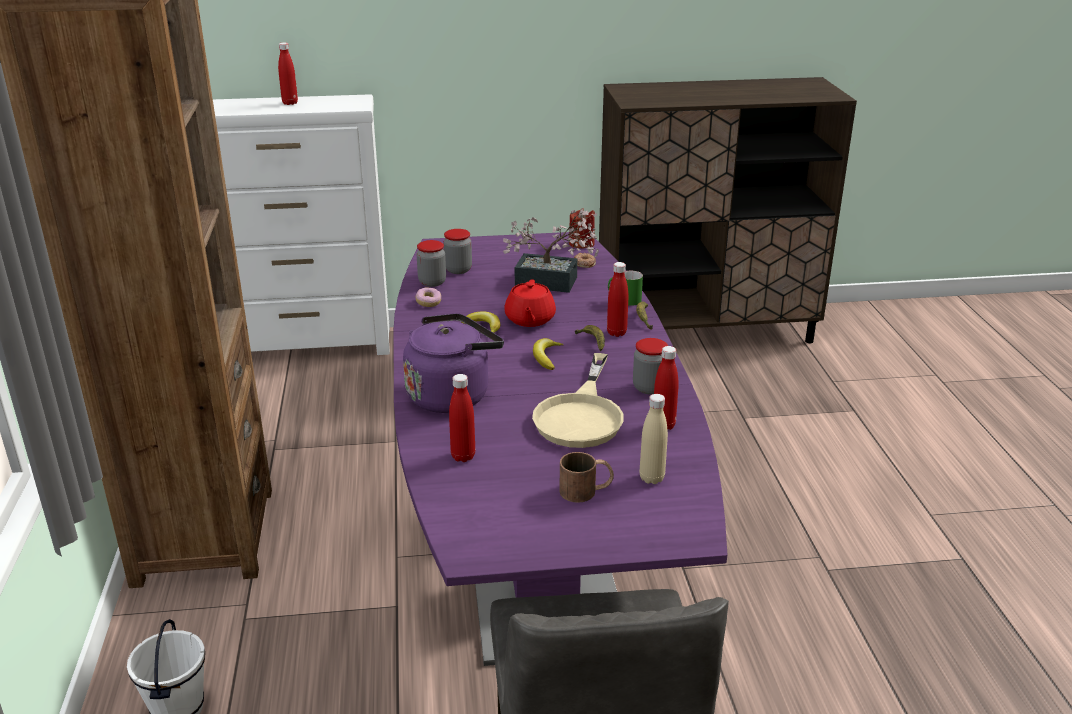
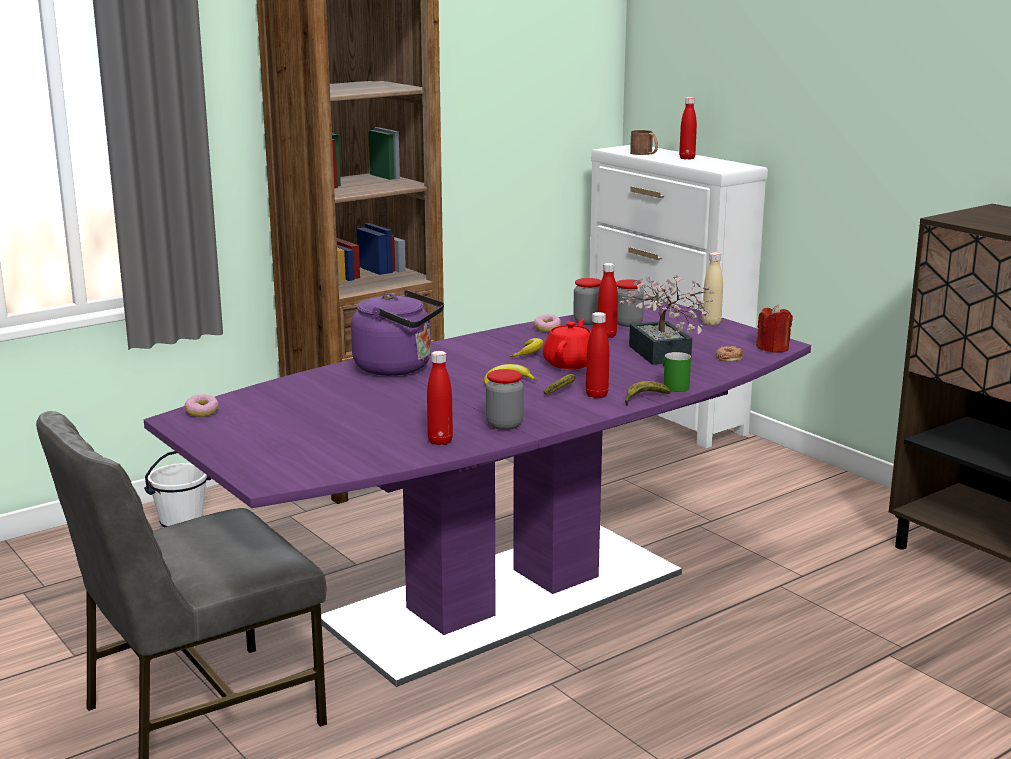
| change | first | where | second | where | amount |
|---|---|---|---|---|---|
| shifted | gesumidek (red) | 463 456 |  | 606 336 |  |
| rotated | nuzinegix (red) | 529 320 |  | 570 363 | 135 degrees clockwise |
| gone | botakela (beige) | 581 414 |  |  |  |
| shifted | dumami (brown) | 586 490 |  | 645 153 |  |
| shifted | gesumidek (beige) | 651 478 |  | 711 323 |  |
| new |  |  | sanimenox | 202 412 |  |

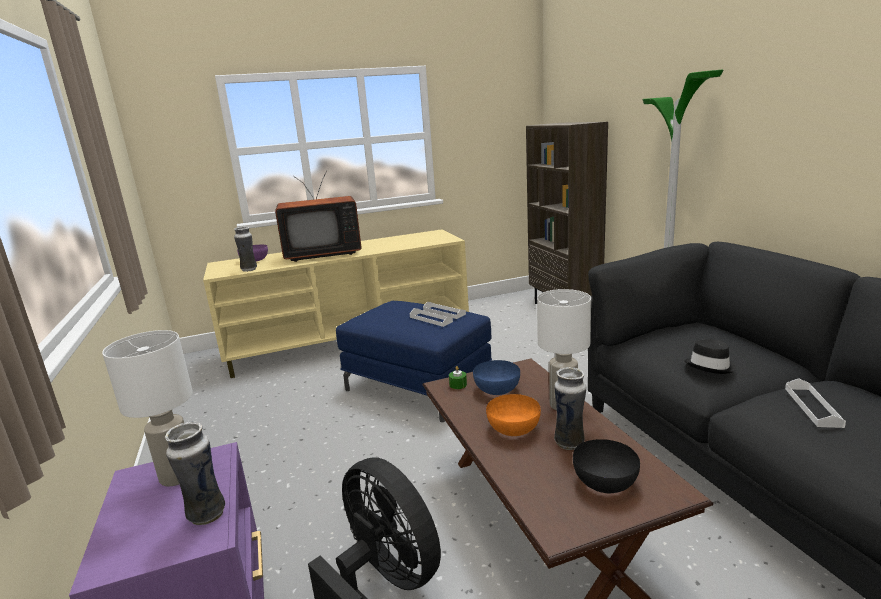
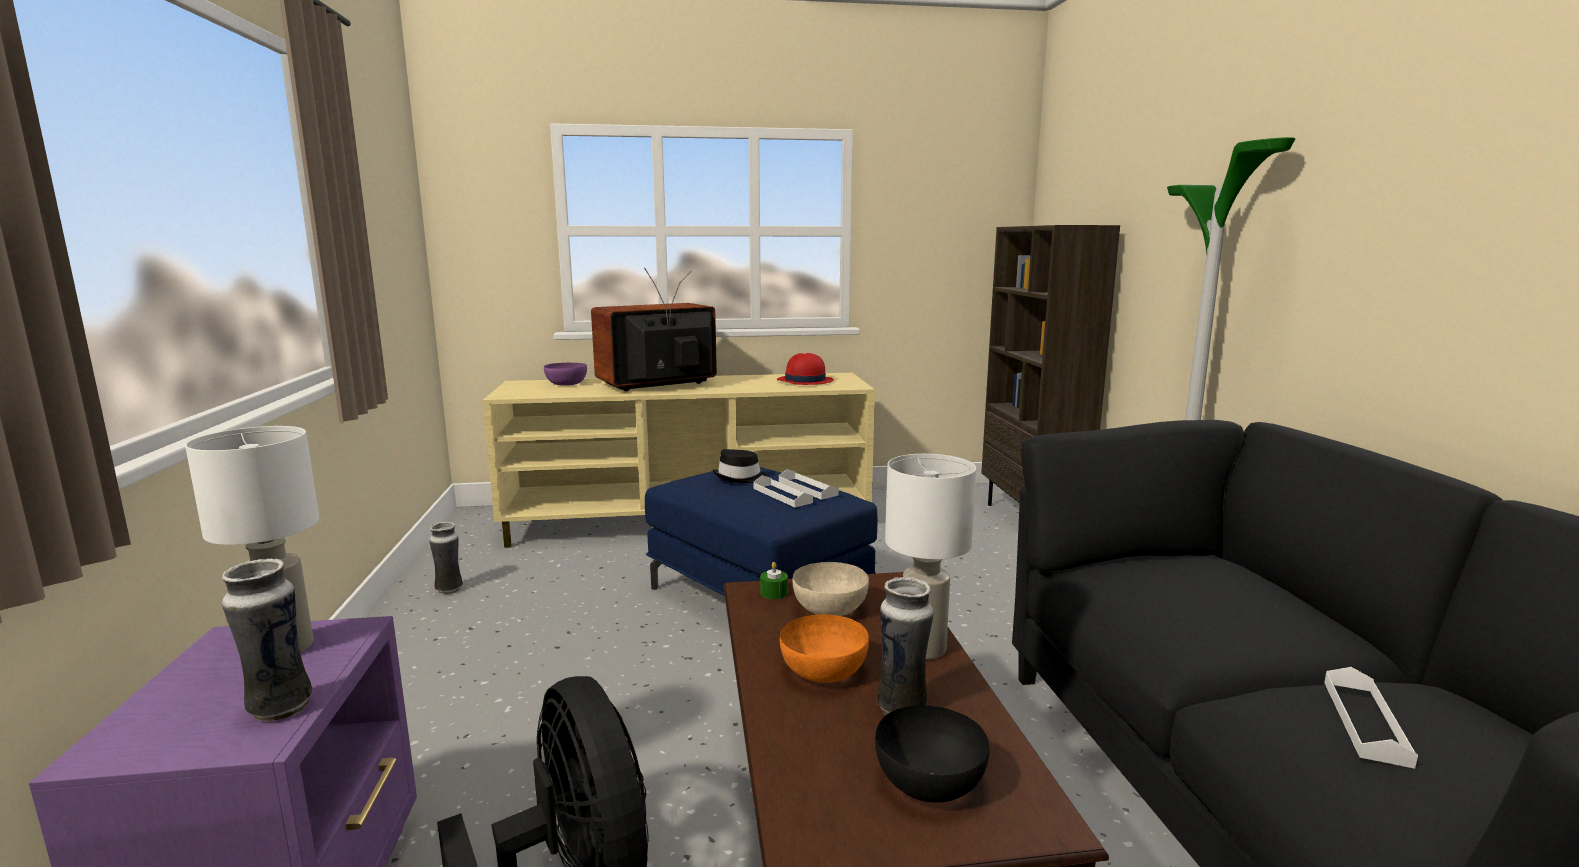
| change | first | where | second | where | amount |
|---|---|---|---|---|---|
| shifted | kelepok | 249 270 |  | 449 590 |  |
| rotated | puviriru | 322 254 |  | 661 385 | 150 degrees clockwise |
| repainted | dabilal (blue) | 496 389 | dabilal (beige) | 830 608 |  |
| shifted | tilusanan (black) | 711 366 |  | 740 478 |  |
| new |  |  | tilusanan (red) | 804 381 |  |

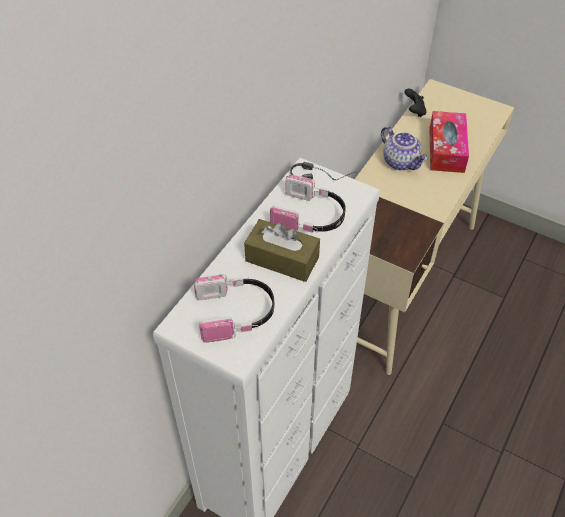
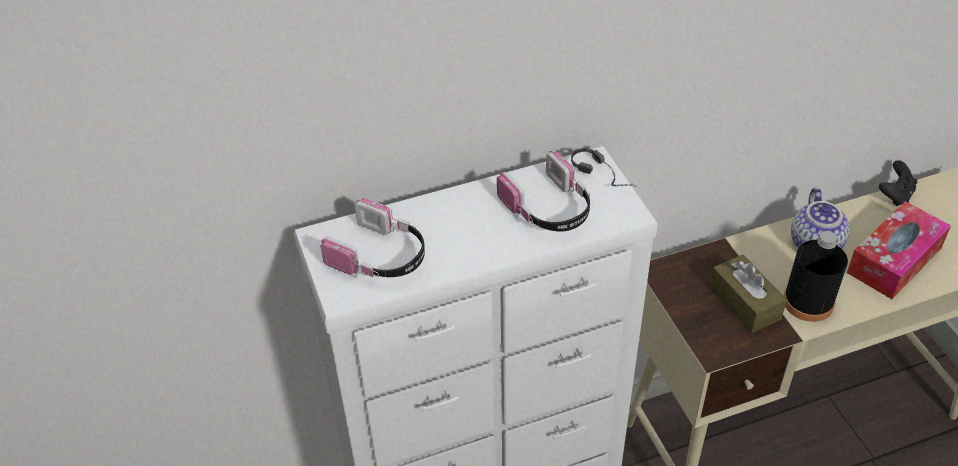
| change | first | where | second | where | amount |
|---|---|---|---|---|---|
| shifted | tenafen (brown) | 282 259 |  | 744 303 |  |
| new |  |  | gesumidek (black) | 808 302 |  |

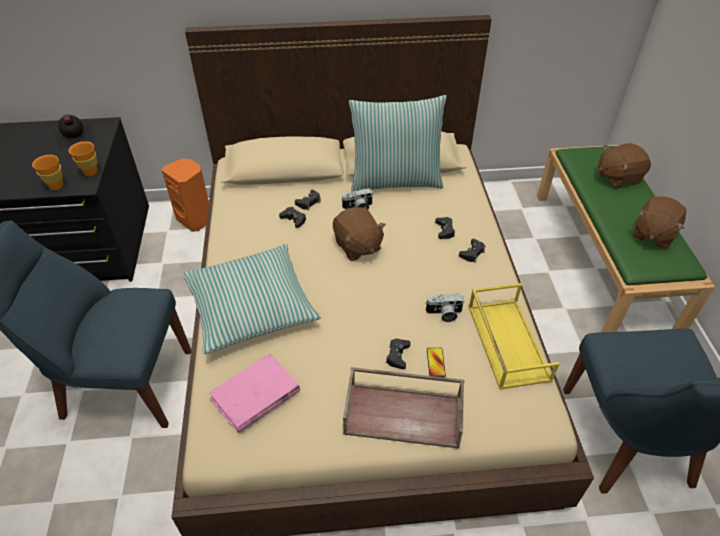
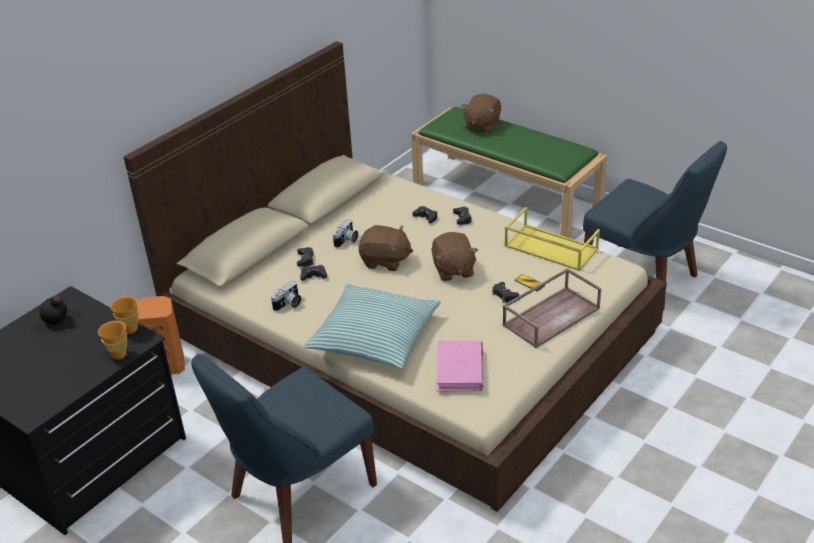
| change | first | where | second | where | amount |
|---|---|---|---|---|---|
| gone | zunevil | 395 180 |  |  |  |
| shifted | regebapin | 444 314 |  | 288 304 |  |
| shifted | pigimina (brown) | 653 234 |  | 453 270 |  |

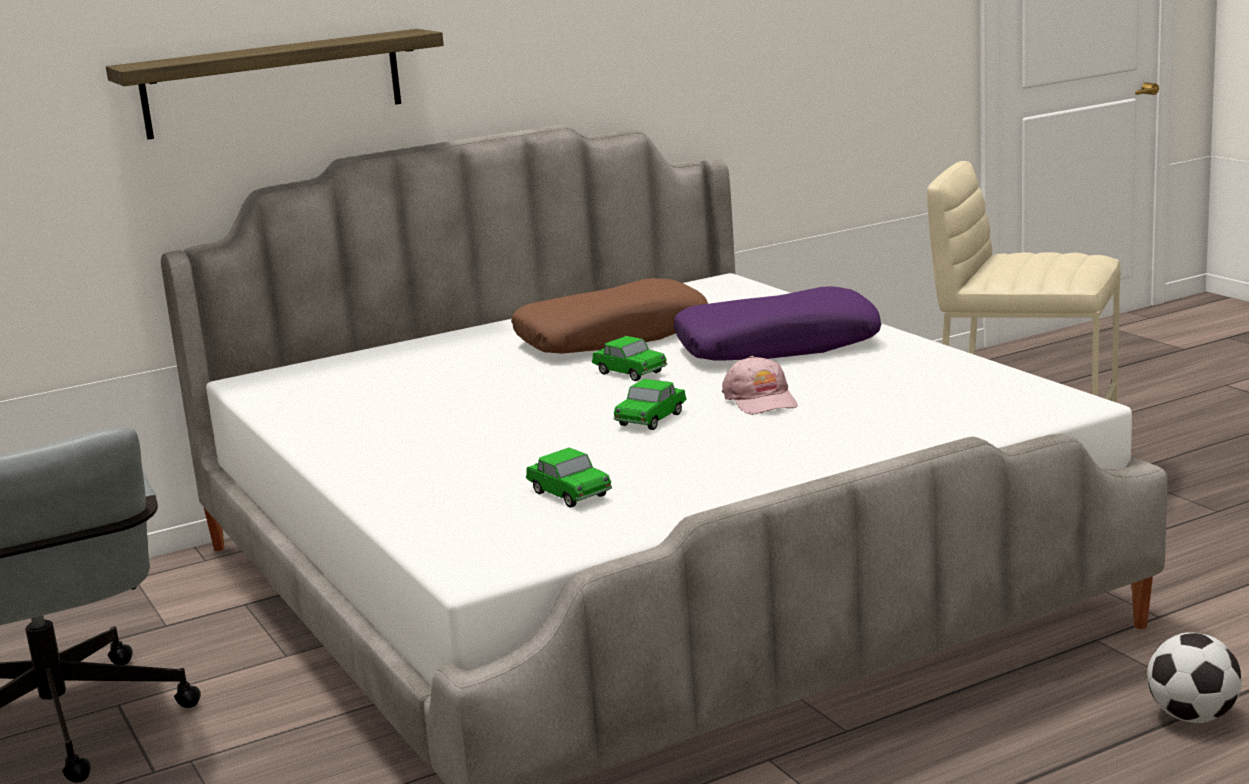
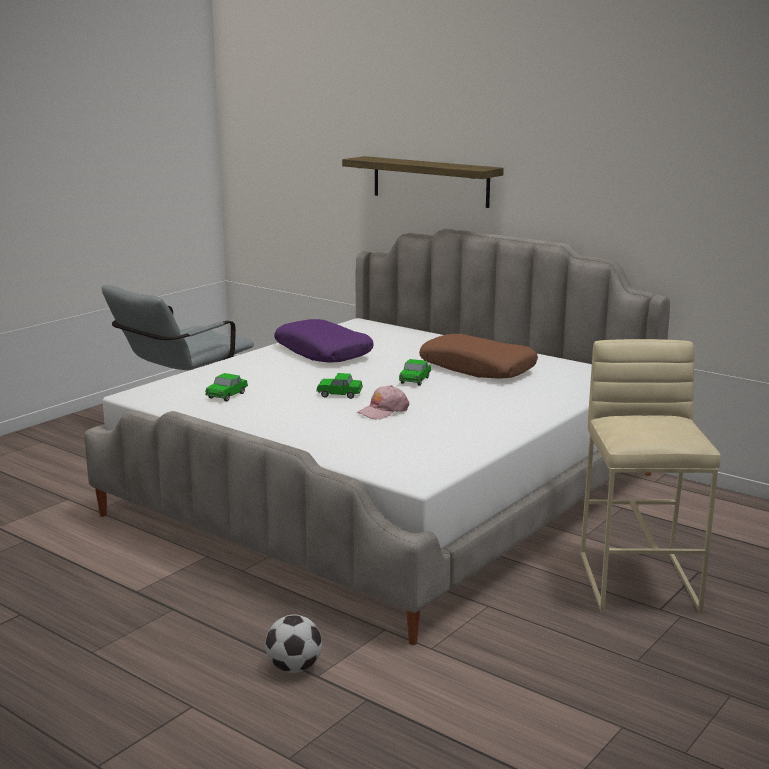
| change | first | where | second | where | amount |
|---|---|---|---|---|---|
| shifted | zunevil (purple) | 777 346 |  | 324 352 |  |

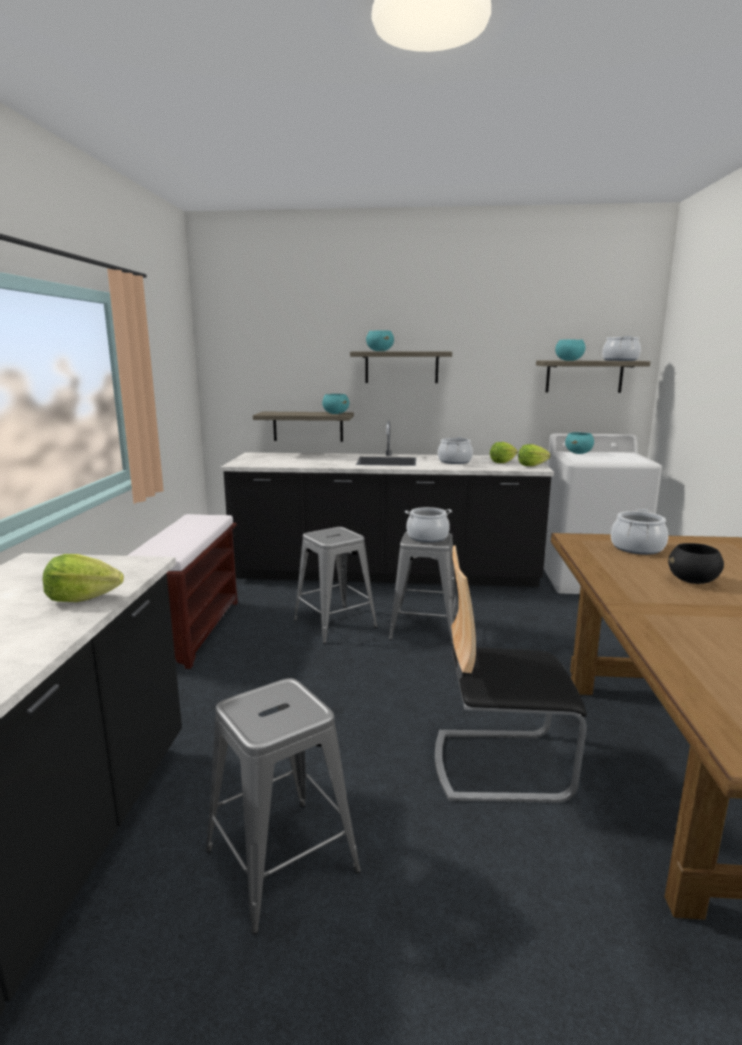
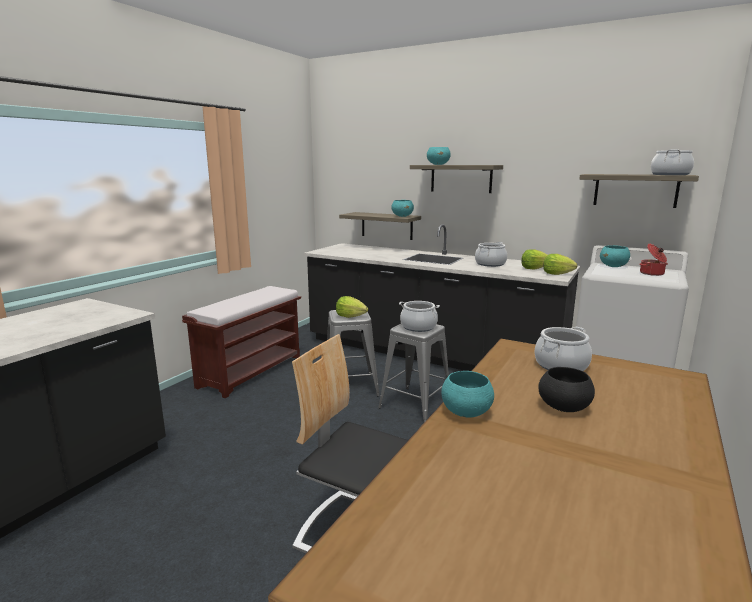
| change | first | where | second | where | amount |
|---|---|---|---|---|---|
| shifted | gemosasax | 82 598 |  | 350 316 |  |
| gone | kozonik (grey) | 281 860 |  |  |  |
| shifted | dabilal (turquoise) | 569 360 |  | 465 412 |  |
| new |  |  | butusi | 652 273 |  |

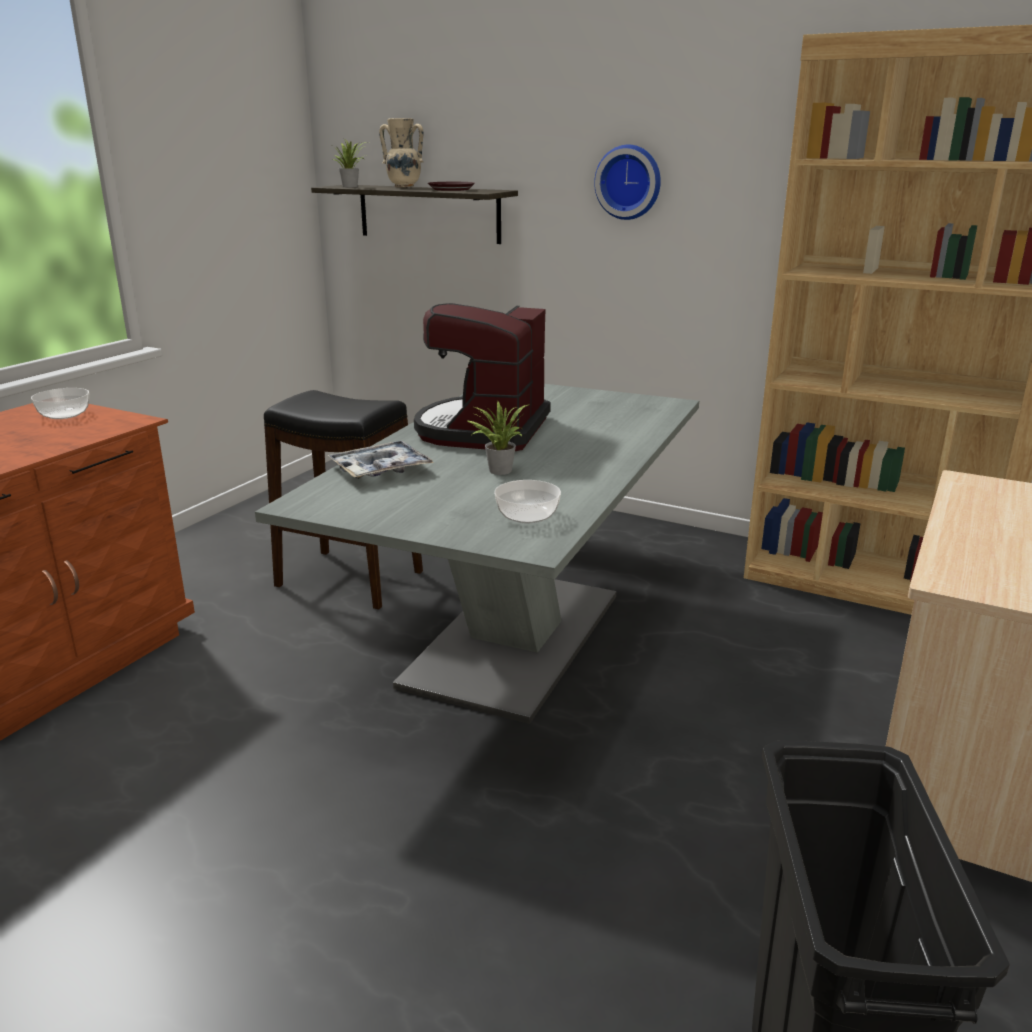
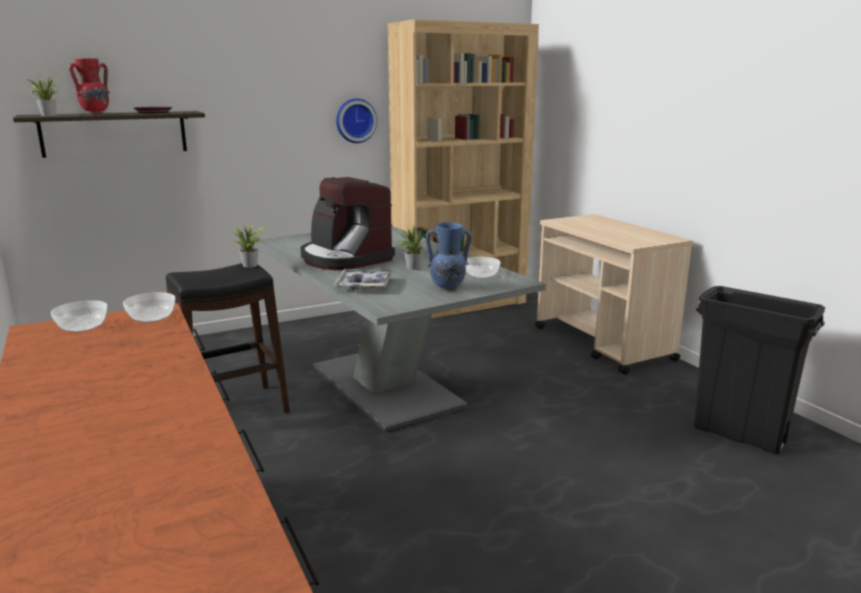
| change | first | where | second | where | amount |
|---|---|---|---|---|---|
| repainted | kelepok (beige) | 403 187 | kelepok (red) | 95 113 |  |
| shifted | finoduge | 629 182 |  | 355 120 |  |
| new |  |  | dabilal | 151 317 |  |
| new |  |  | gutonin | 252 265 |  |
| new |  |  | kelepok (blue) | 448 288 |  |

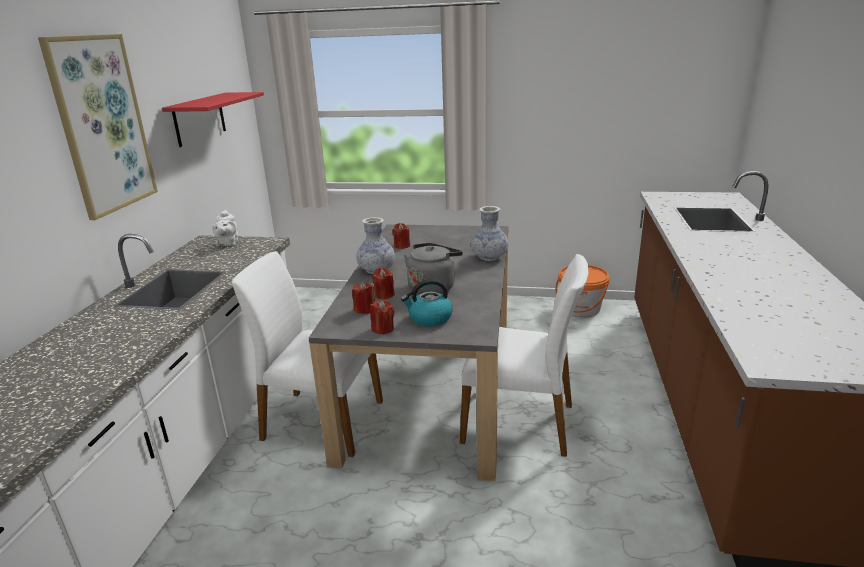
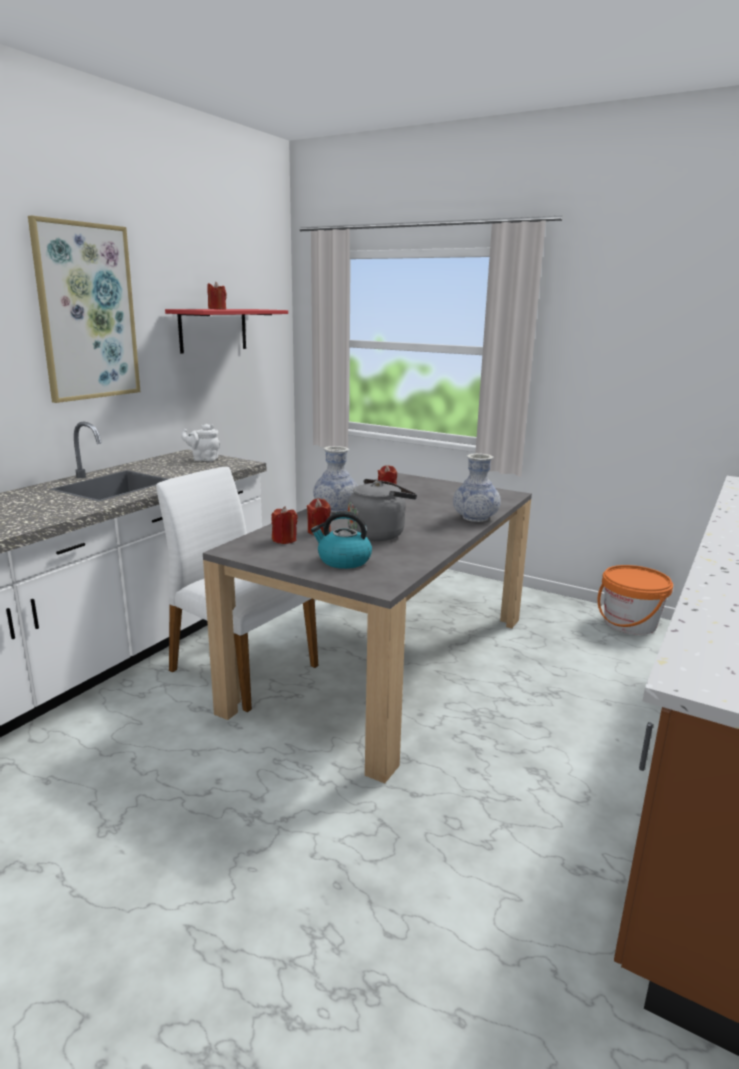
| change | first | where | second | where | amount |
|---|---|---|---|---|---|
| rotated | nuzinegix (white) | 228 243 |  | 203 459 | 75 degrees clockwise |
| shifted | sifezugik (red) | 383 329 |  | 217 309 |  |
| gone | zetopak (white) | 520 422 |  |  |  |

